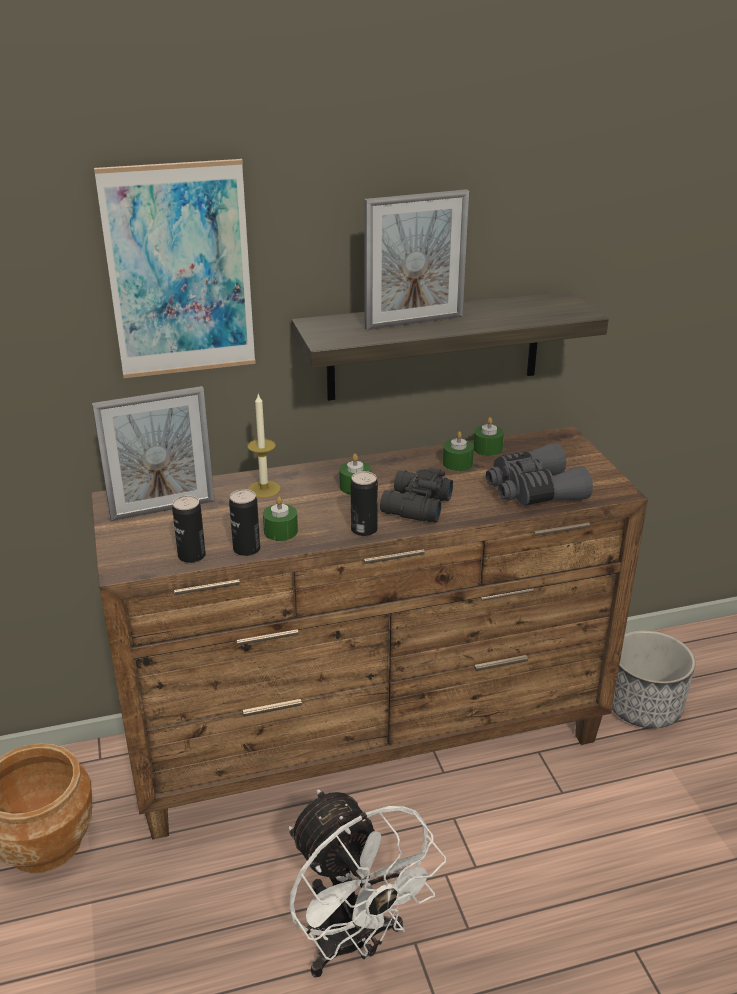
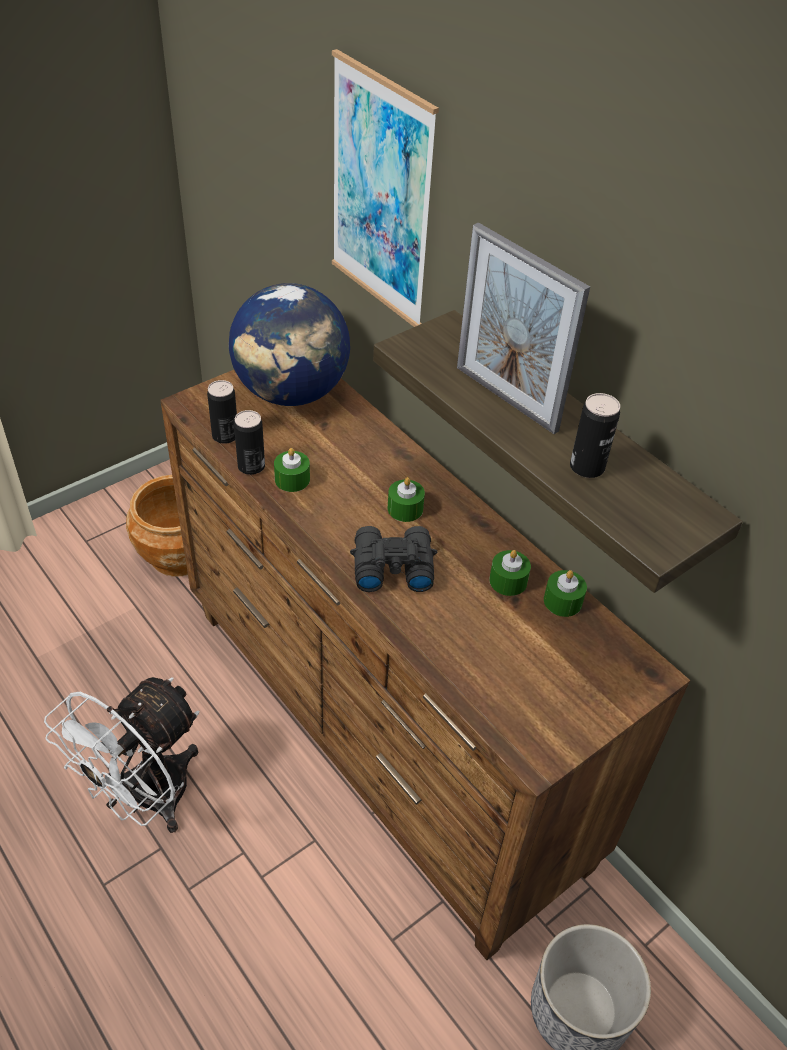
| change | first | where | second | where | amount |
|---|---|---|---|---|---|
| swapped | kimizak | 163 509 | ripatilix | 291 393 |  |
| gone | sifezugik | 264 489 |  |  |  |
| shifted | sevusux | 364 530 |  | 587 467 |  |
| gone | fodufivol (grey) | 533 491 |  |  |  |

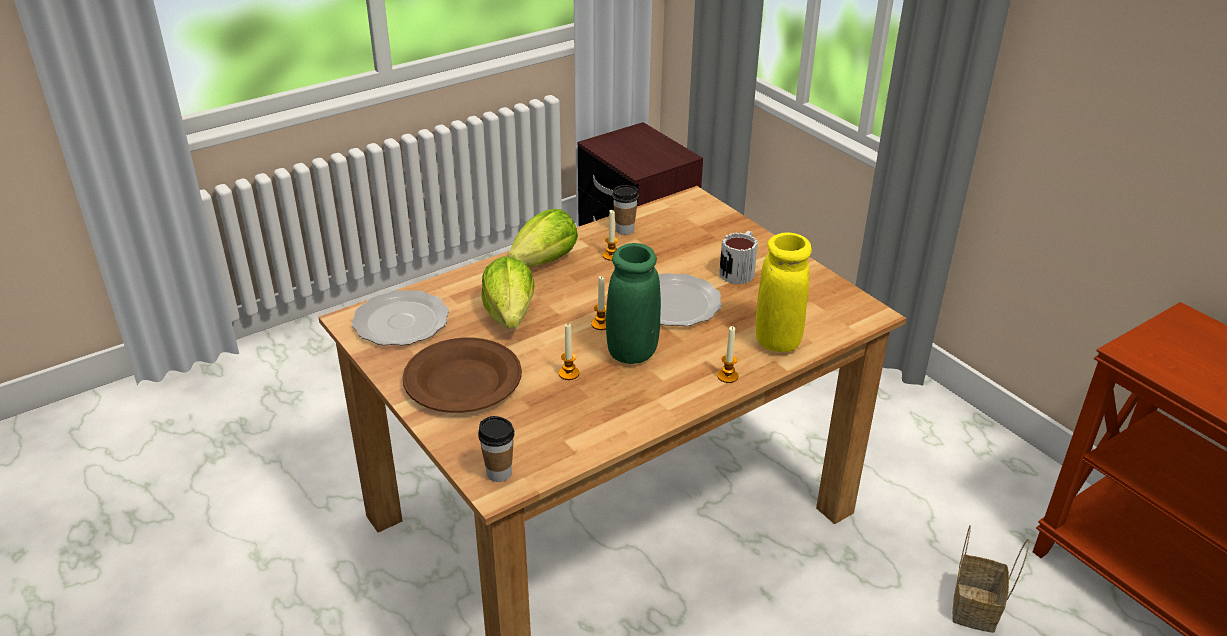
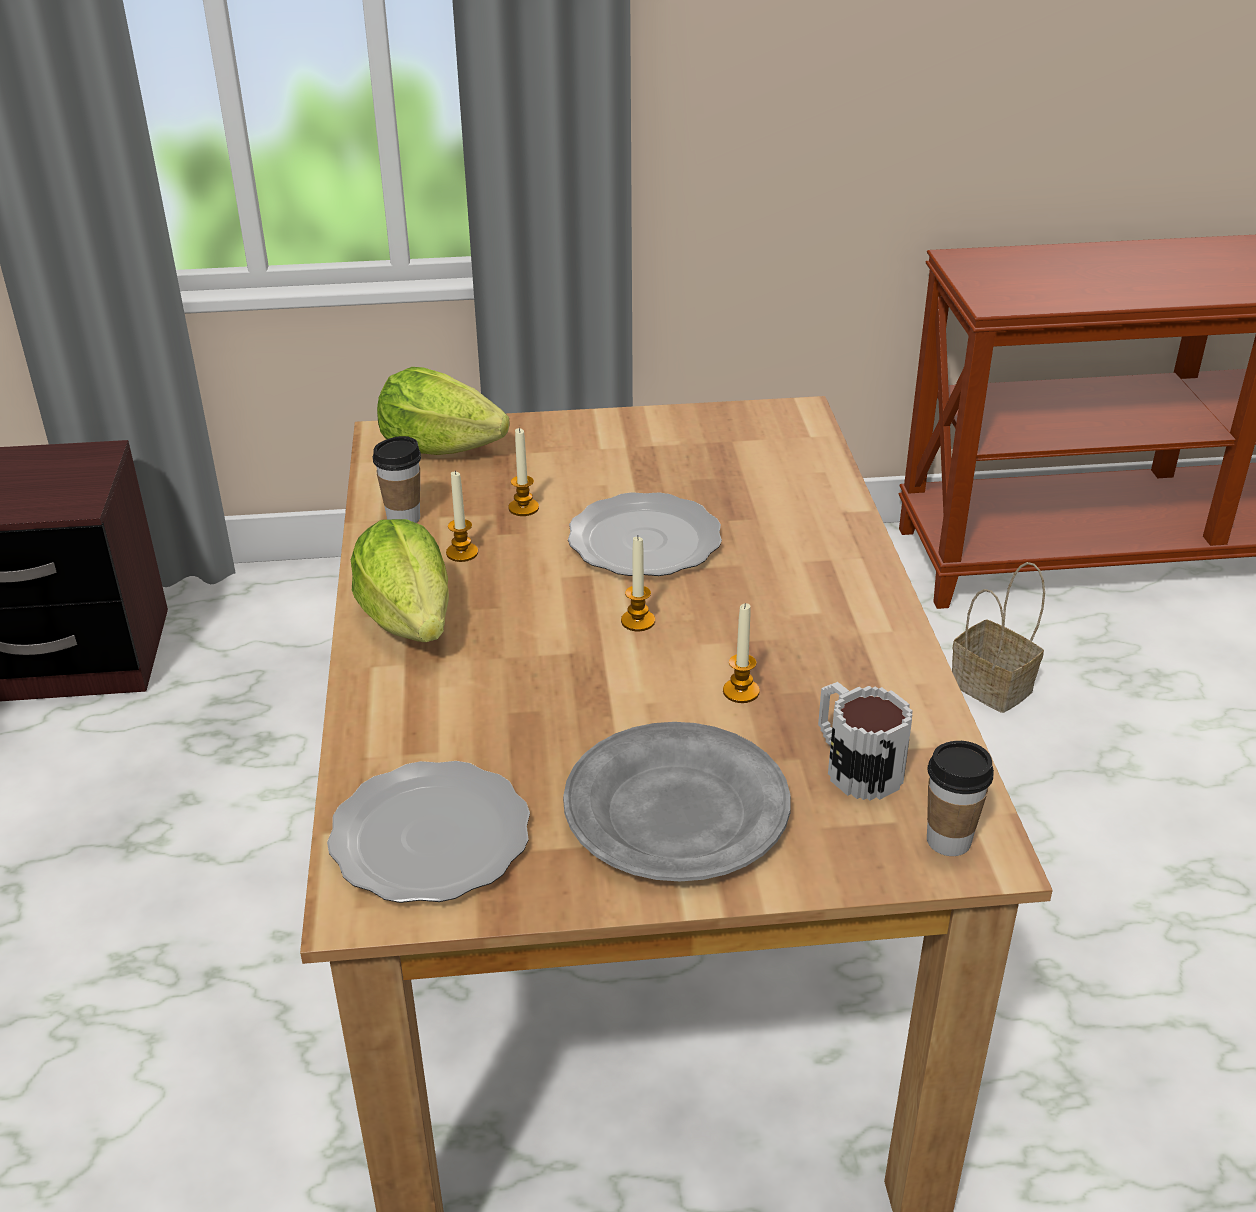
| change | first | where | second | where | amount |
|---|---|---|---|---|---|
| repainted | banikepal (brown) | 462 381 | banikepal (grey) | 675 811 |  |
| shifted | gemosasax | 510 315 |  | 440 448 |  |
| gone | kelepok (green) | 633 352 |  |  |  |
| shifted | sifezugik | 727 376 |  | 523 508 |  |
| shifted | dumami | 739 270 |  | 854 765 |  |
| gone | kelepok (yellow) | 777 340 |  |  |  |

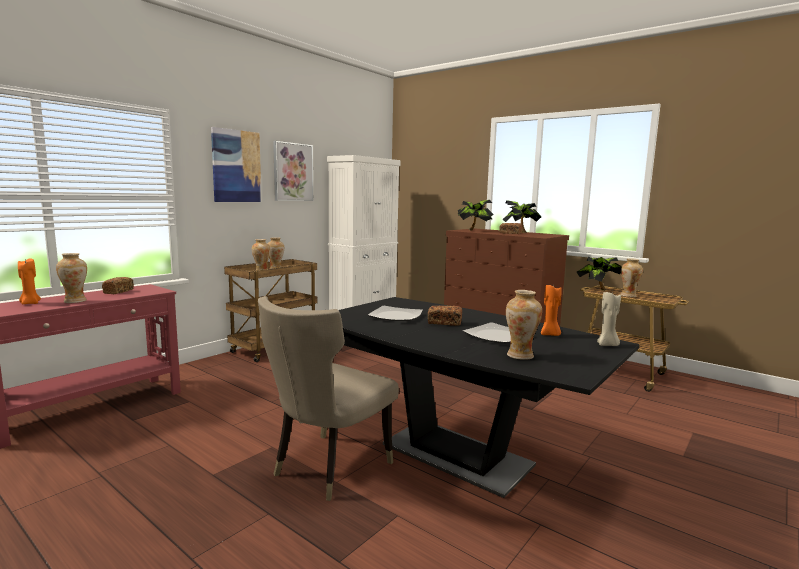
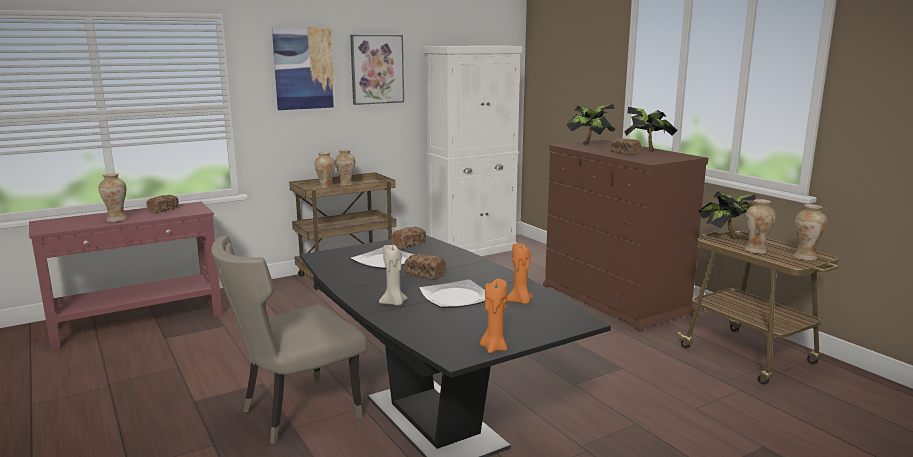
| change | first | where | second | where | amount |
|---|---|---|---|---|---|
| shifted | sifezugik (orange) | 30 303 |  | 494 348 |  |
| shifted | kelepok | 520 355 |  | 805 257 |  |
| shifted | sifezugik (beige) | 607 345 |  | 394 303 |  |
| new |  |  | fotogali | 408 245 |  |

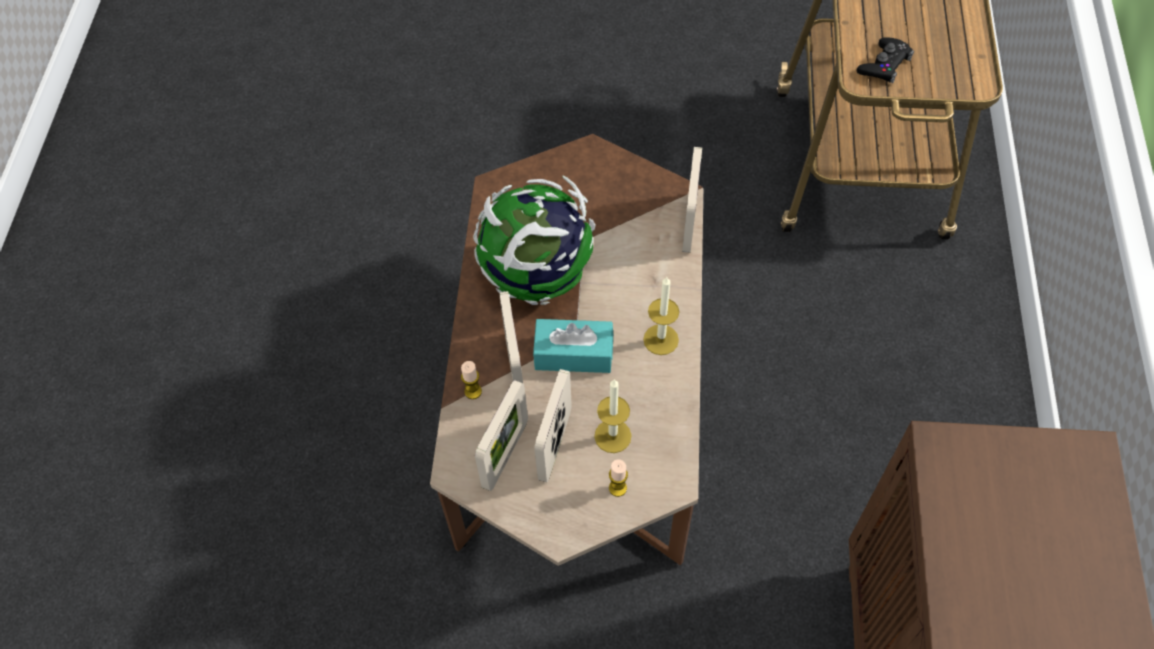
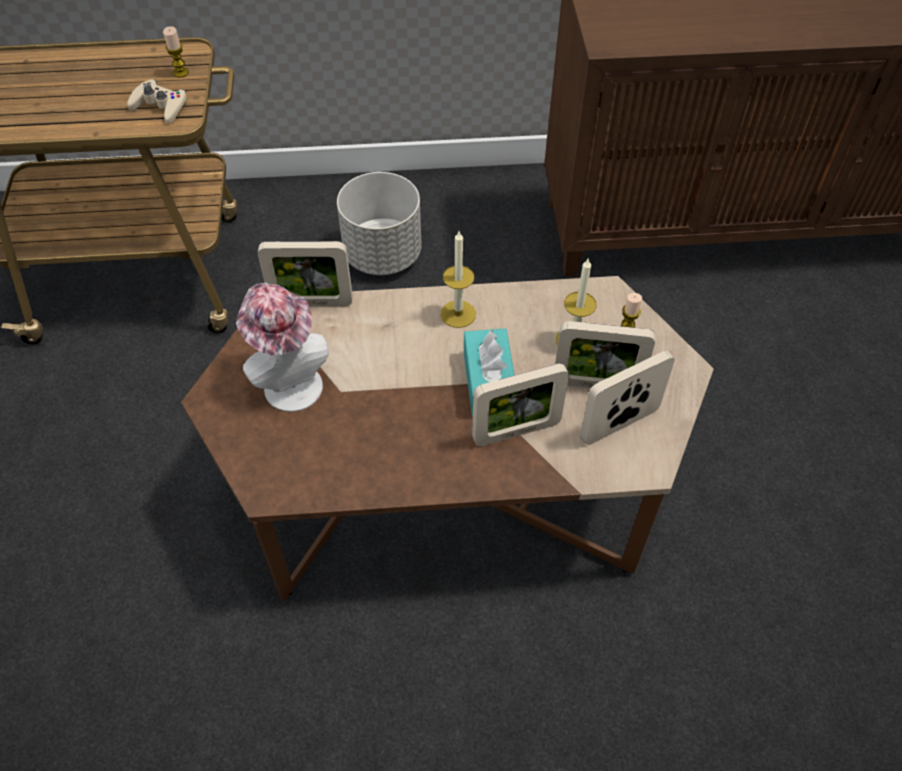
| change | first | where | second | where | amount |
|---|---|---|---|---|---|
| shifted | sifezugik | 473 391 |  | 181 72 |  |
| gone | ripatilix | 538 276 |  |  |  |
| rotated | kimizak | 505 454 |  | 619 424 | 45 degrees counterclockwise |
| repainted | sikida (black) | 884 65 | sikida (beige) | 160 106 |  |
| new |  |  | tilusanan | 289 382 |  |
| new |  |  | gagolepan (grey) | 383 254 |  |

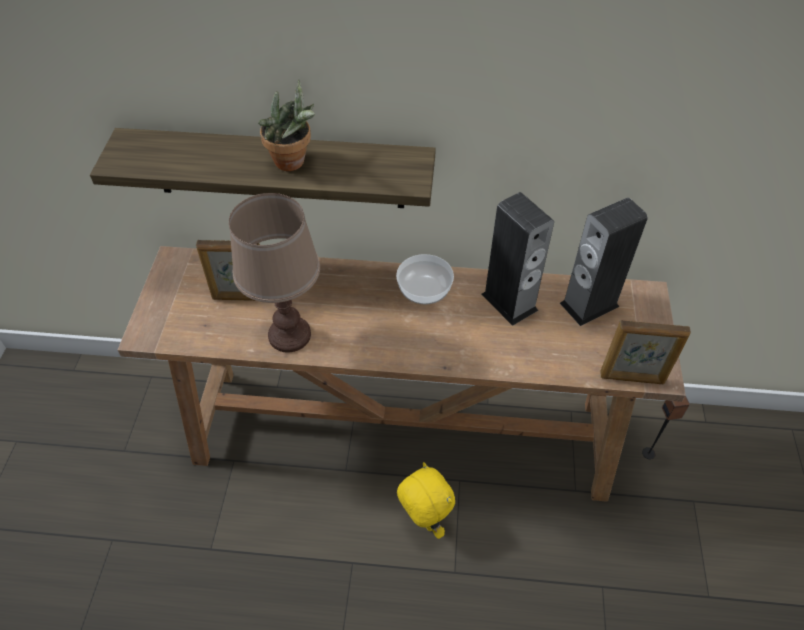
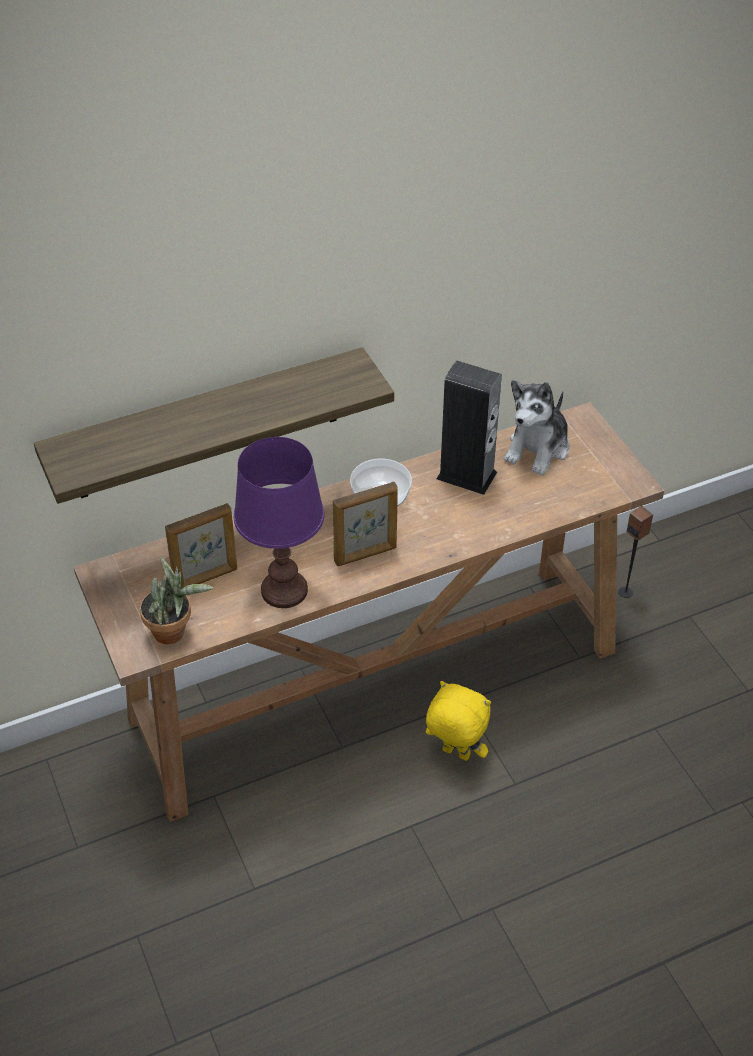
| change | first | where | second | where | amount |
|---|---|---|---|---|---|
| repainted | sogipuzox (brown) | 289 335 | sogipuzox (purple) | 283 590 |  |
| shifted | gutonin | 294 163 |  | 174 632 |  |
| swapped | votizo | 589 305 | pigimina | 538 449 |  |
| shifted | kimizak | 632 378 |  | 366 555 |  |

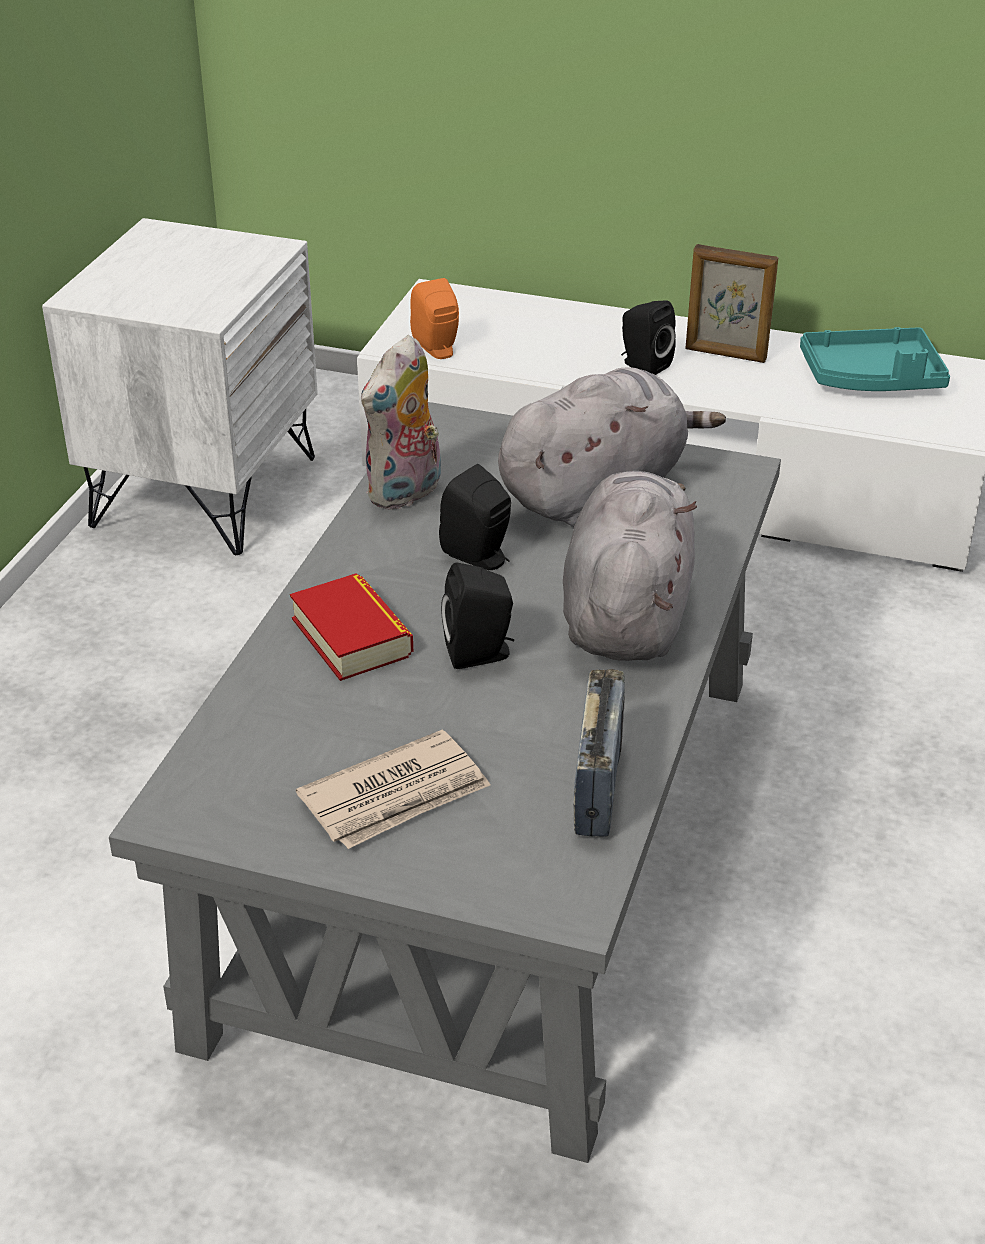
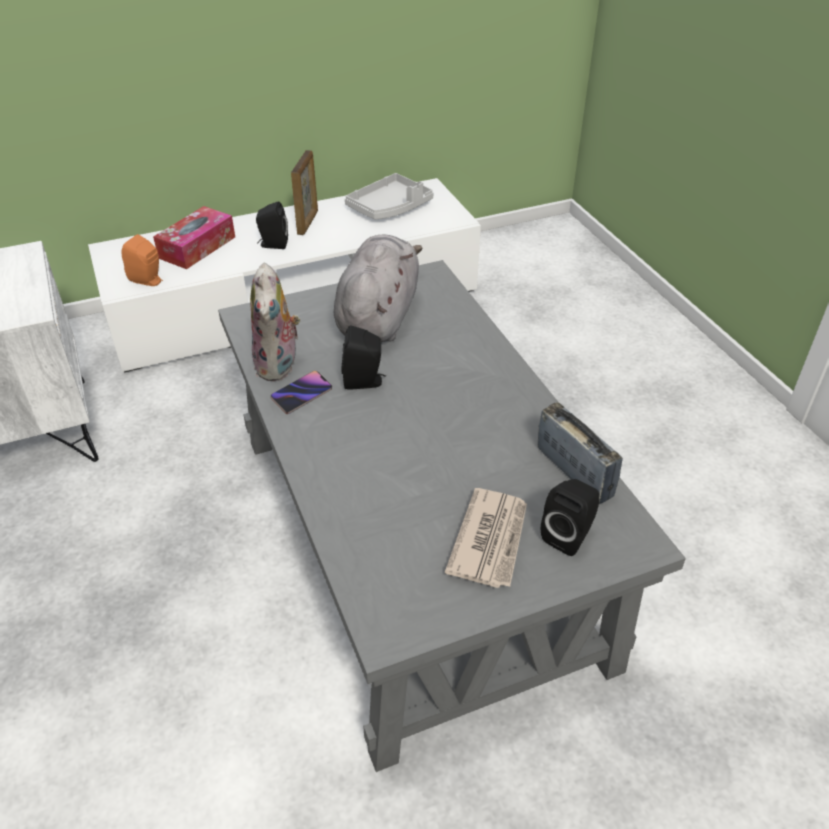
| change | first | where | second | where | amount |
|---|---|---|---|---|---|
| gone | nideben | 351 637 |  |  |  |
| shifted | votizo (black) | 481 654 |  | 569 535 |  |
| gone | pigimina (grey) | 626 613 |  |  |  |
| rotated | kimizak | 725 354 |  | 308 222 | 60 degrees counterclockwise |
| repainted | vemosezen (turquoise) | 872 378 | vemosezen (grey) | 390 208 |  |
| new |  |  | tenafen | 197 247 |  |
| new |  |  | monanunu | 301 394 |  |

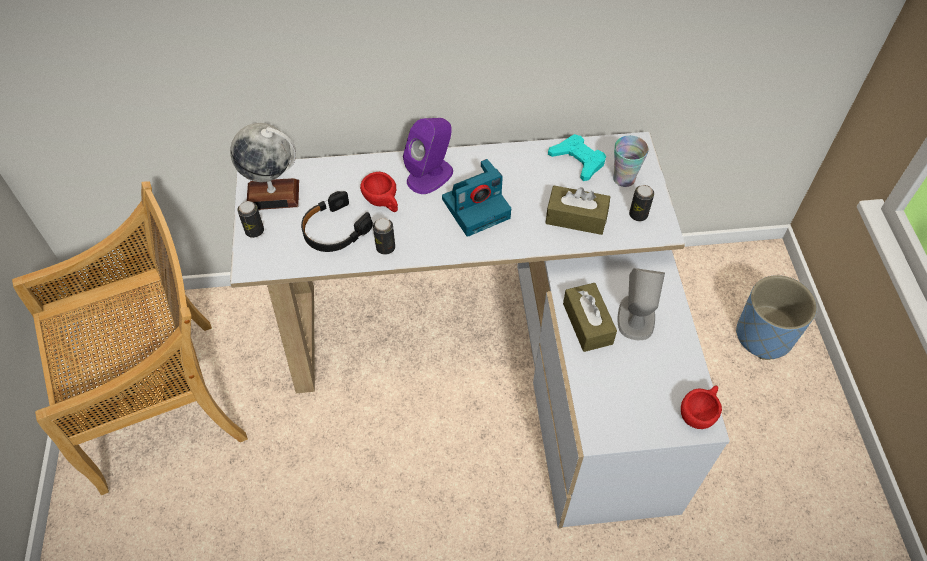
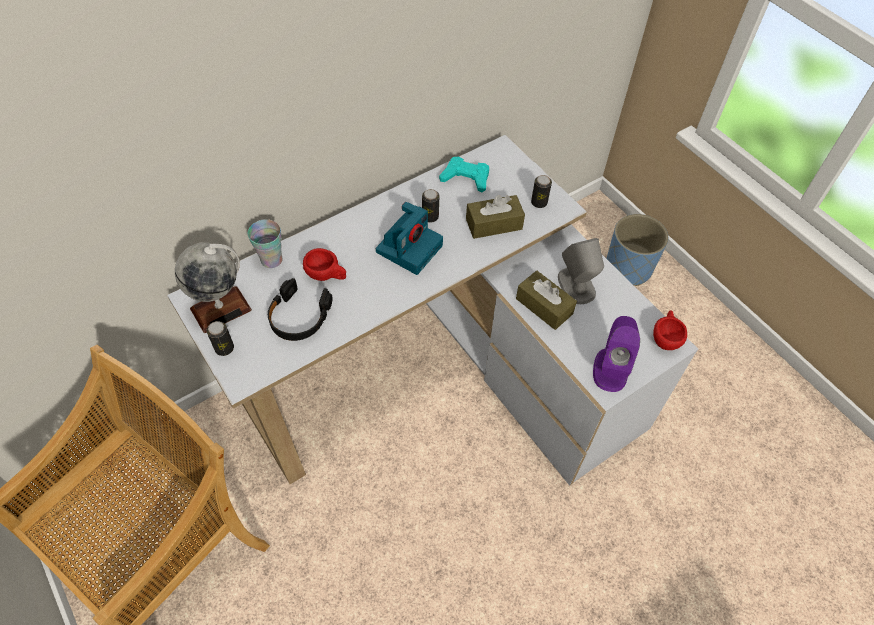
| change | first | where | second | where | amount |
|---|---|---|---|---|---|
| shifted | sevusux | 385 247 |  | 430 217 |  |
| shifted | votizo (purple) | 430 175 |  | 611 369 |  |
| shifted | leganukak | 624 179 |  | 271 260 |  |

